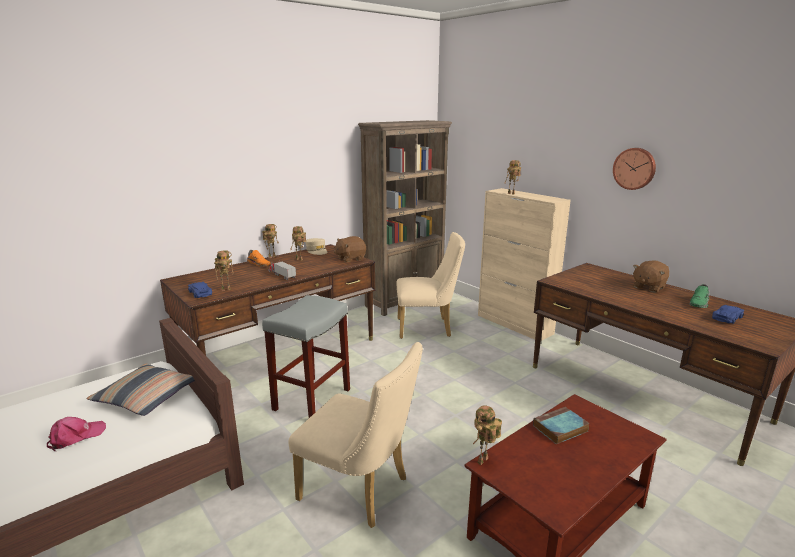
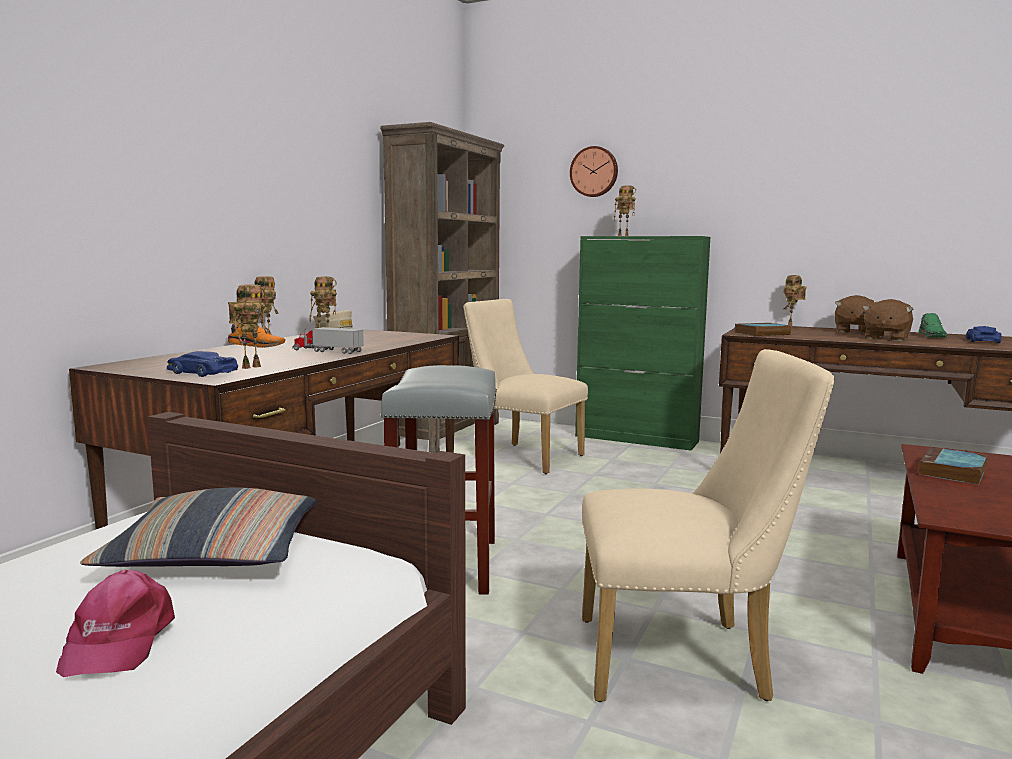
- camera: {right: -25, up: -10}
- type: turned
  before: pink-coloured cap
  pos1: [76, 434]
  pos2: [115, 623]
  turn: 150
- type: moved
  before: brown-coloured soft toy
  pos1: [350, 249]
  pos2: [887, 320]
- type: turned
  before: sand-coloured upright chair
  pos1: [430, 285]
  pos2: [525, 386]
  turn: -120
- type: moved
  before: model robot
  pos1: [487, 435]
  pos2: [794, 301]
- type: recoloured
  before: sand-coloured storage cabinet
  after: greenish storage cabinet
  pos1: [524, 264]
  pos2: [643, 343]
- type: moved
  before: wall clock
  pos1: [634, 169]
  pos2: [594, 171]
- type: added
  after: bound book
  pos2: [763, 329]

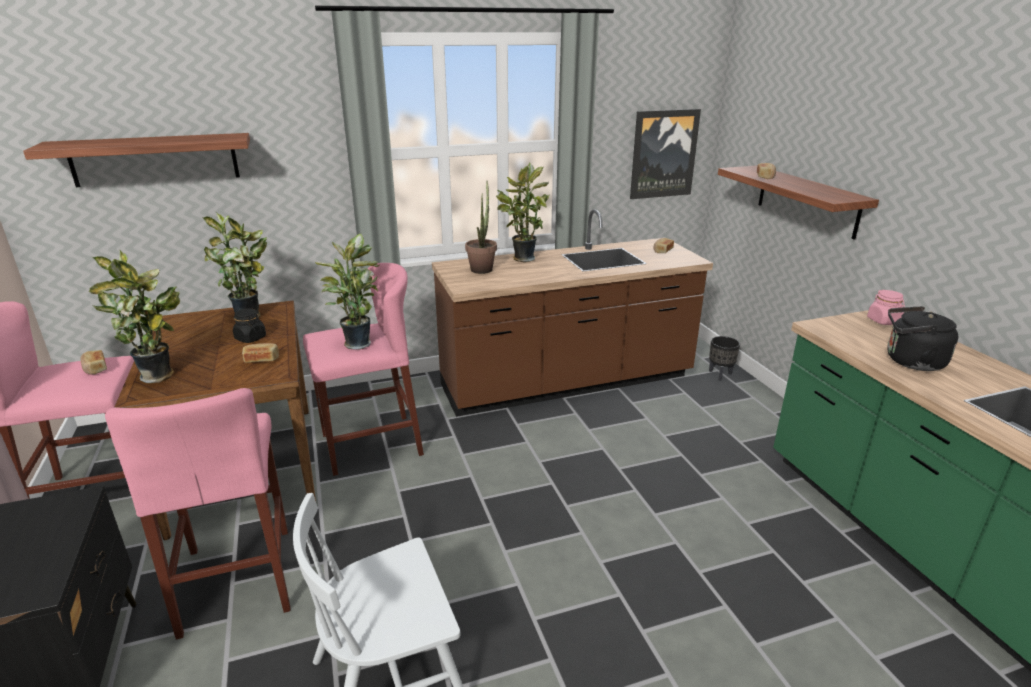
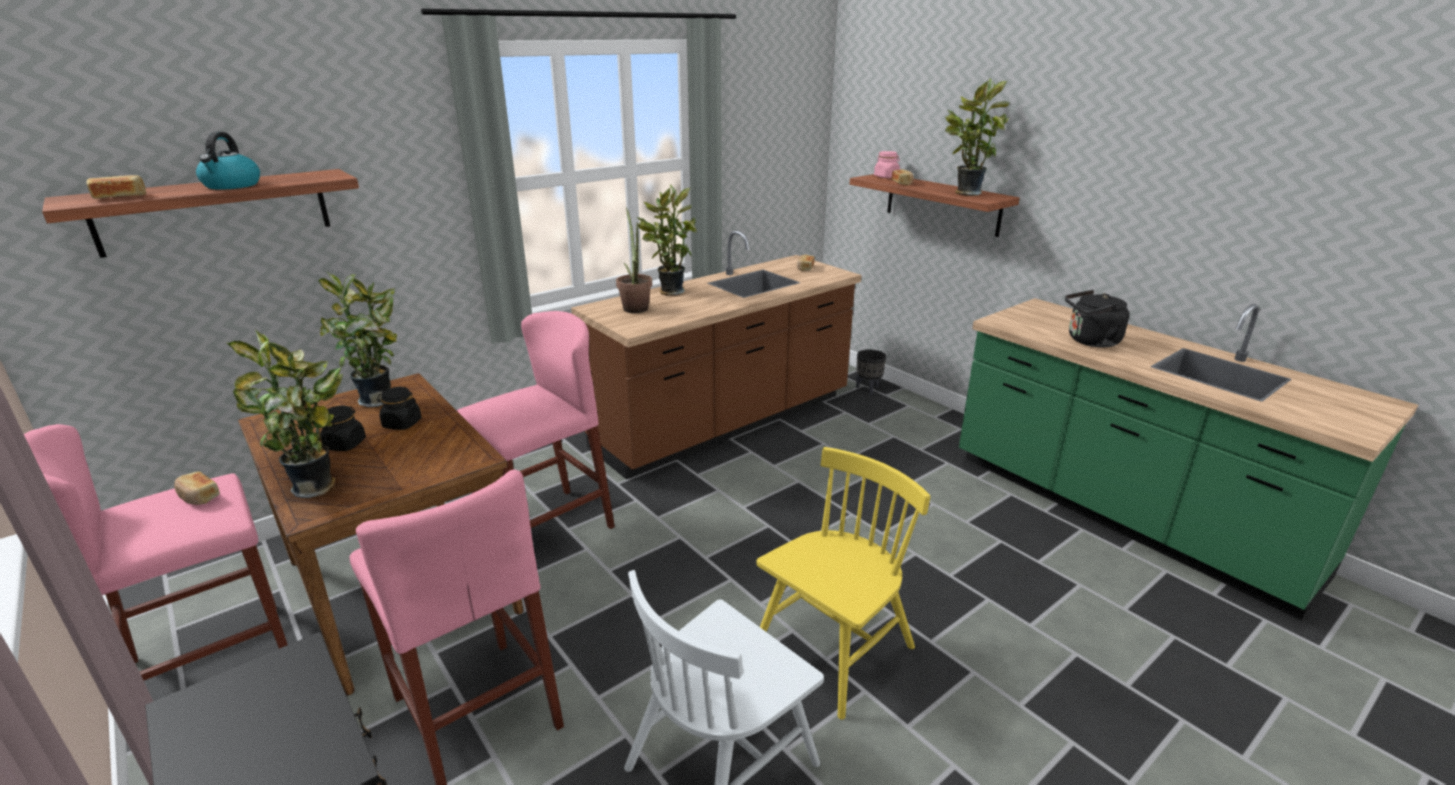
- camera: {right: -20, up: 0}
- type: moved
  before: bread
  pos1: [260, 353]
  pos2: [116, 187]
- type: moved
  before: potted plant
  pos1: [347, 292]
  pos2: [977, 137]
- type: removed
  before: wall art
  pos1: [665, 154]
- type: moved
  before: pink-coloured storage jar
  pos1: [886, 307]
  pos2: [887, 164]
- type: added
  after: water kettle
  pos2: [228, 161]
- type: added
  after: black-coloured storage jar
  pos2: [343, 428]
- type: added
  after: yellow-coloured upright chair
  pos2: [843, 583]

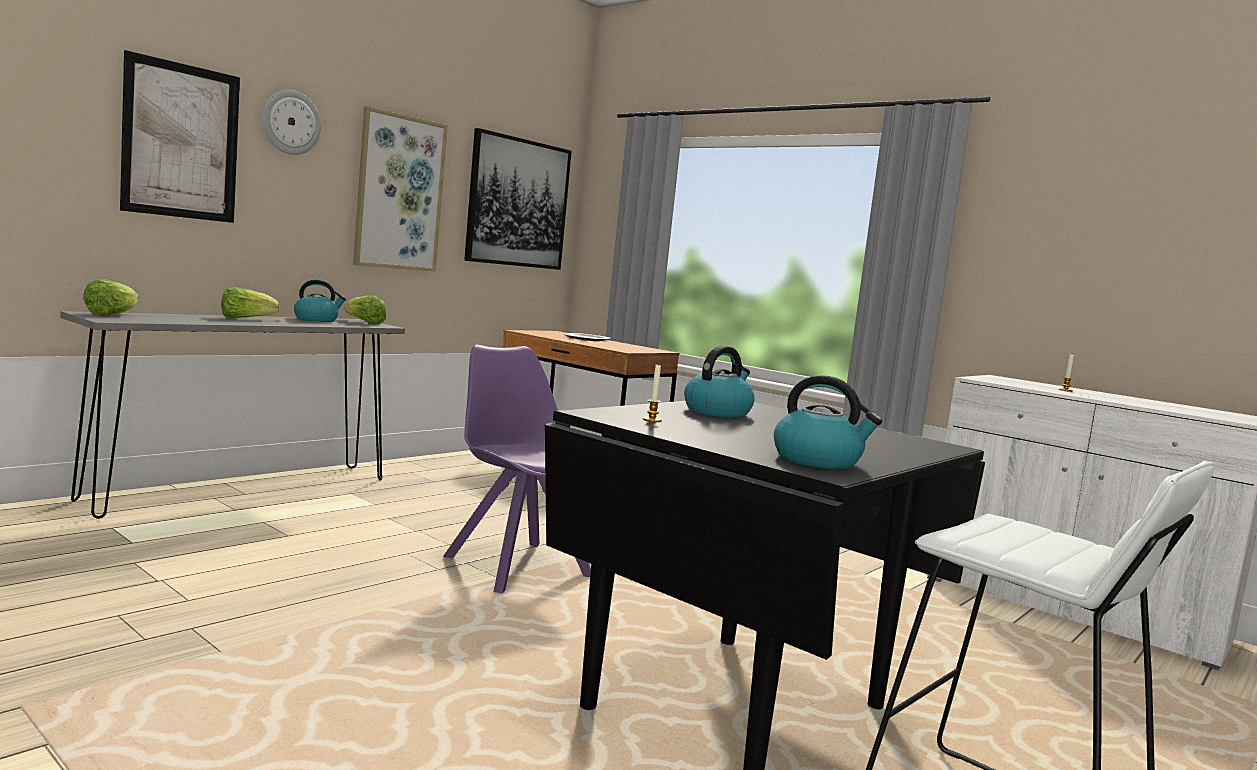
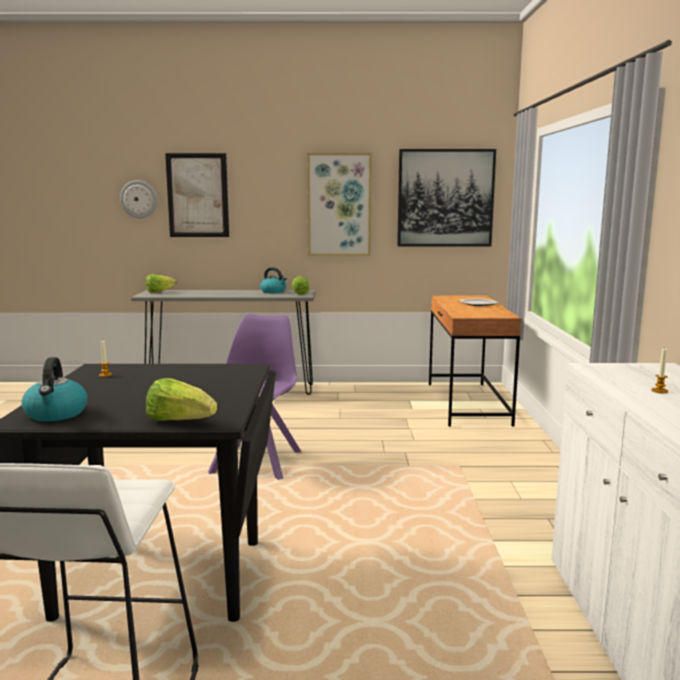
- camera: {right: 50, up: 5}
- type: moved
  before: head of lettuce
  pos1: [250, 303]
  pos2: [181, 399]
- type: moved
  before: wall clock
  pos1: [291, 122]
  pos2: [138, 199]
- type: removed
  before: water kettle
  pos1: [719, 382]

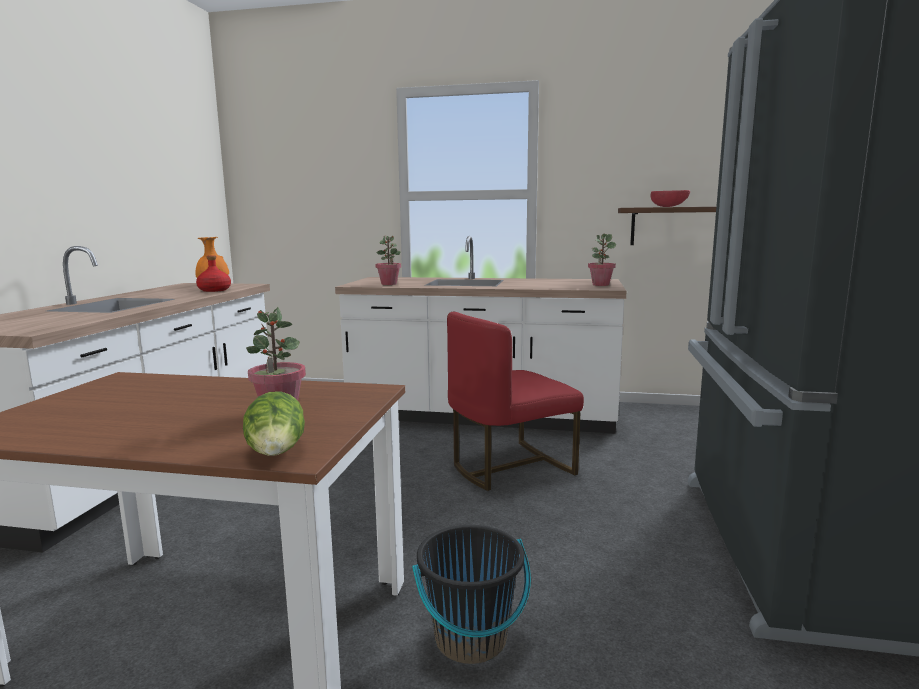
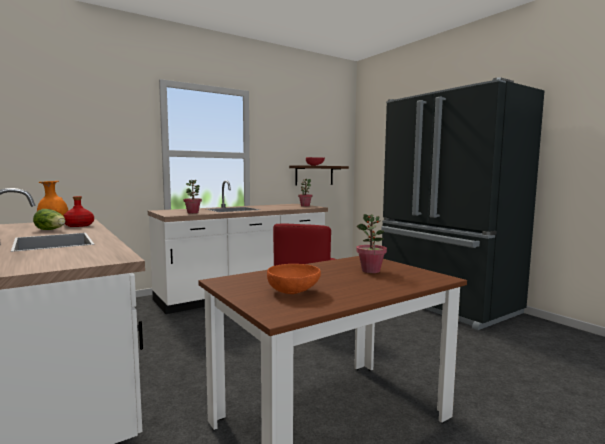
- camera: {right: -45, up: -5}
- type: moved
  before: head of lettuce
  pos1: [274, 423]
  pos2: [49, 219]
- type: removed
  before: black-coloured pail
  pos1: [471, 594]
- type: added
  after: orange bowl
  pos2: [294, 279]

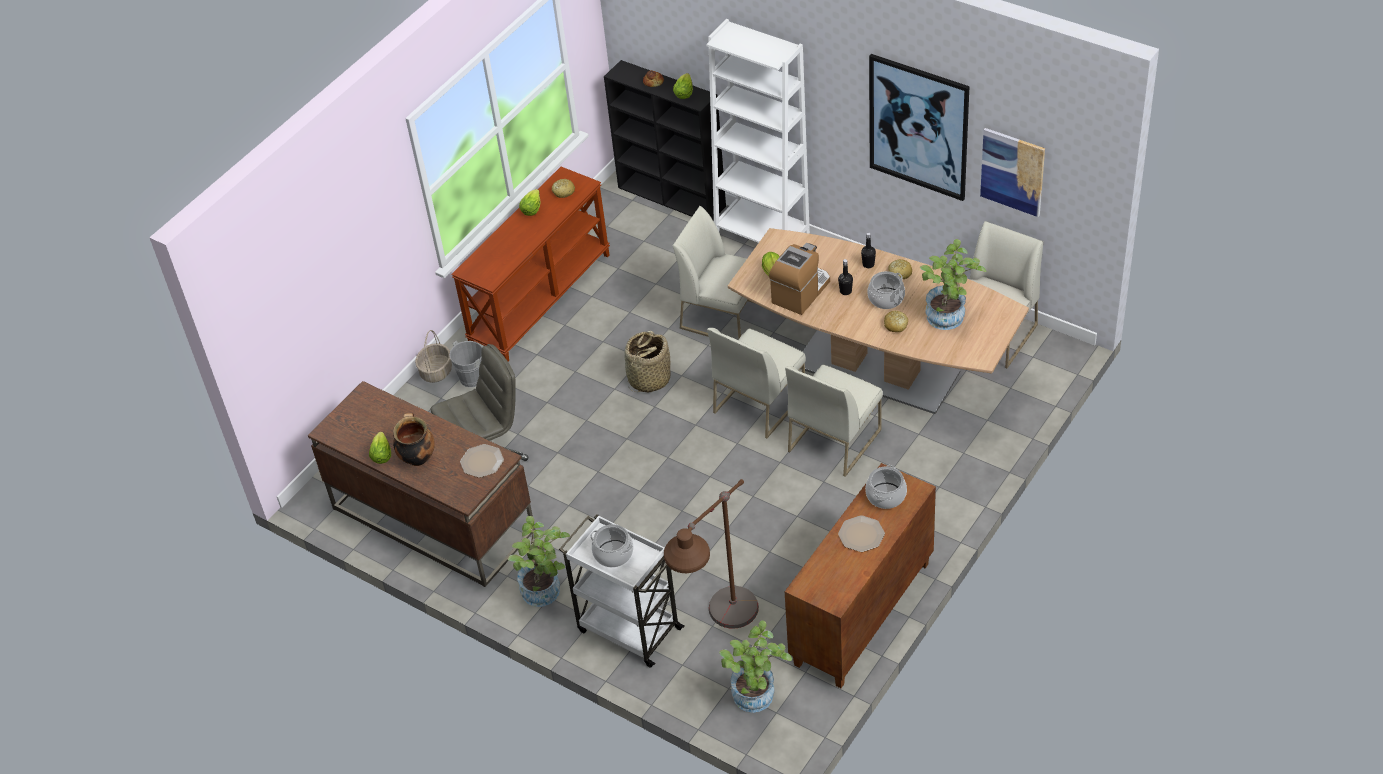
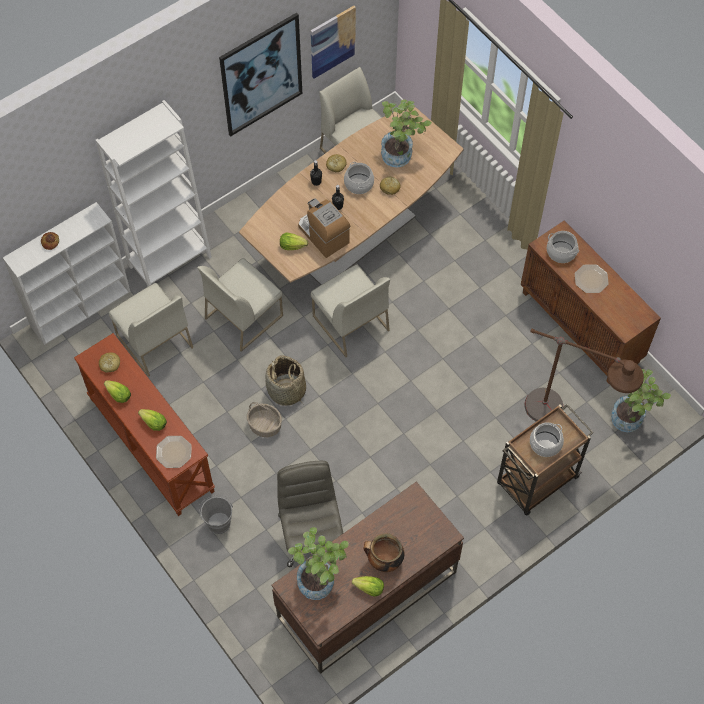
- camera: {right: -75, up: 15}
- type: moved
  before: basket
  pos1: [433, 356]
  pos2: [264, 419]
- type: moved
  before: dinner plate
  pos1: [482, 461]
  pos2: [174, 452]
- type: moved
  before: potted plant
  pos1: [538, 561]
  pos2: [318, 563]
- type: recoloured
  before: white-coloured trolley
  after: brown-coloured trolley
  pos1: [622, 591]
  pos2: [545, 459]
- type: recoloured
  before: black-coloured bookcase
  after: white-coloured bookcase
  pos1: [665, 140]
  pos2: [67, 273]
- type: moved
  before: head of lettuce
  pos1: [683, 86]
  pos2: [152, 420]
- type: moved
  before: white-coloured upright chair
  pos1: [834, 420]
  pos2: [151, 330]

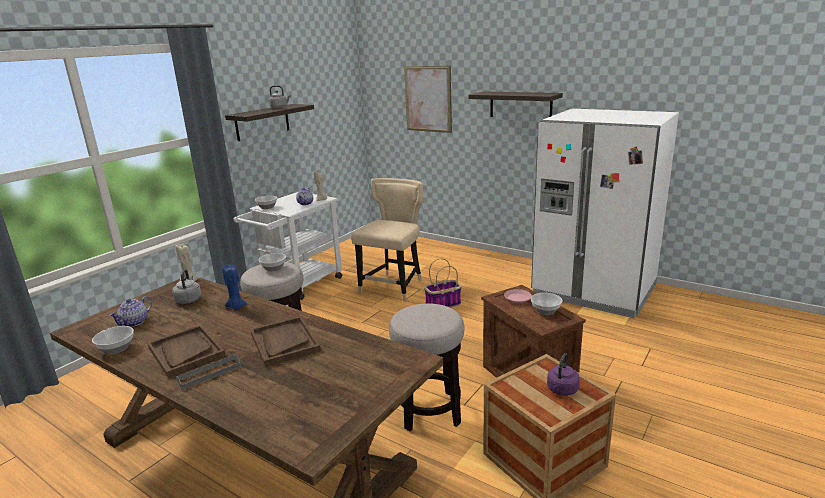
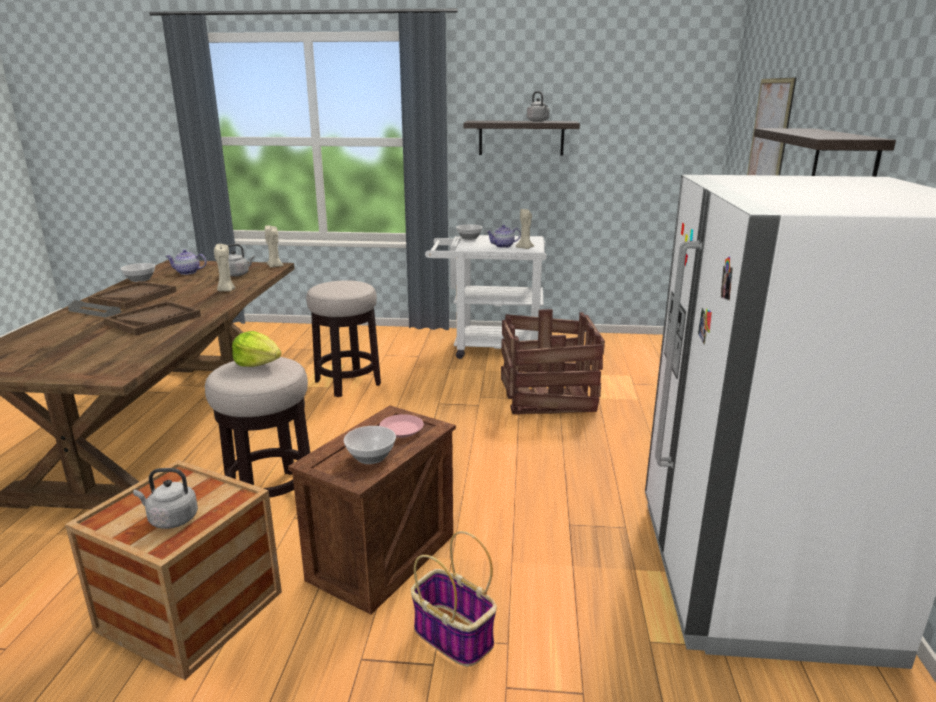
- camera: {right: 60, up: 0}
- type: recoloured
  before: blue-coloured wax candle
  after: sand-coloured wax candle
  pos1: [234, 287]
  pos2: [224, 268]
- type: removed
  before: bowl
  pos1: [272, 262]
- type: replaced
  before: sand-coloured upright chair
  after: shipping crate
  pos1: [387, 240]
  pos2: [553, 361]
- type: moved
  before: basket
  pos1: [443, 283]
  pos2: [454, 599]
- type: recoloured
  before: purplish water kettle
  after: gray water kettle
  pos1: [563, 374]
  pos2: [165, 498]
- type: added
  after: head of lettuce
  pos2: [256, 349]

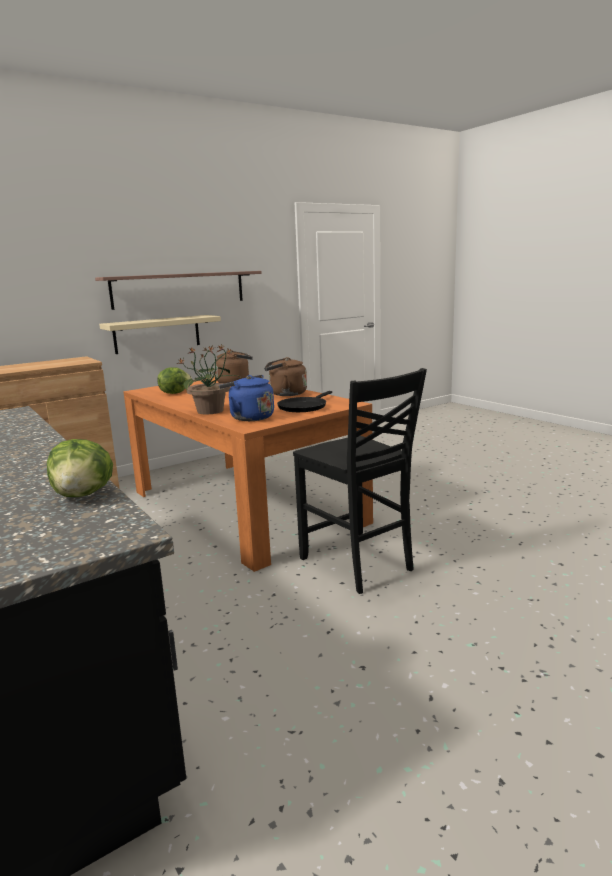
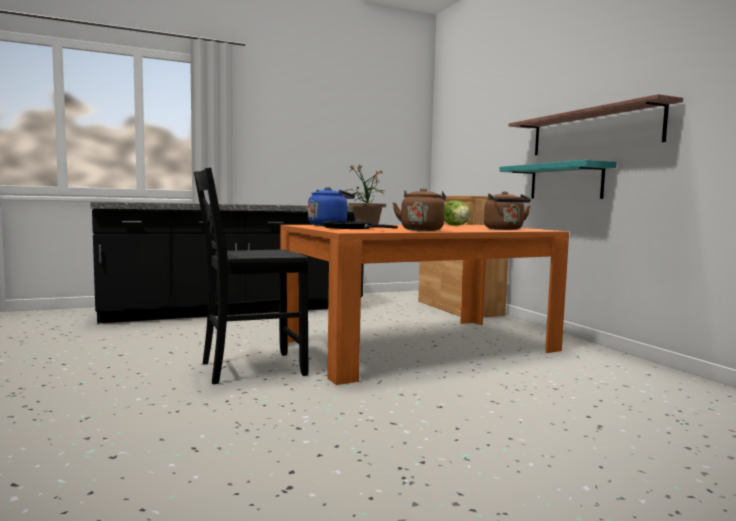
- camera: {right: 100, up: -10}
- type: removed
  before: head of lettuce
  pos1: [80, 468]
- type: recoloured
  before: sand-coloured wall shelf
  after: blue-green wall shelf
  pos1: [160, 334]
  pos2: [558, 179]

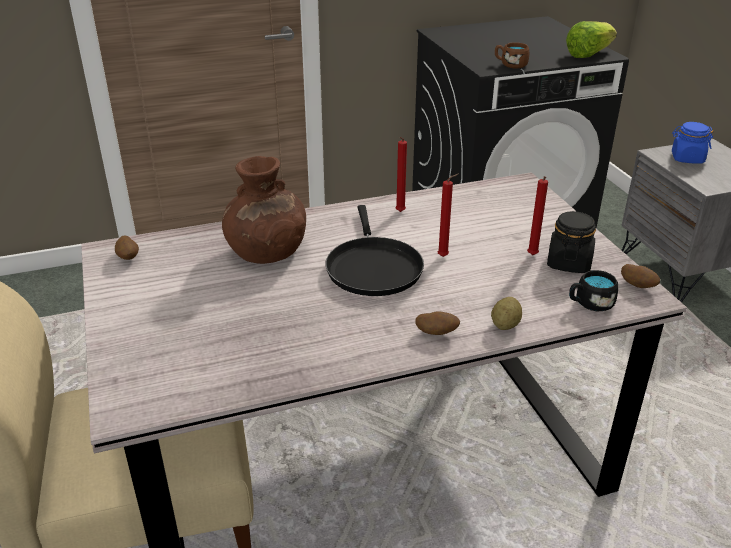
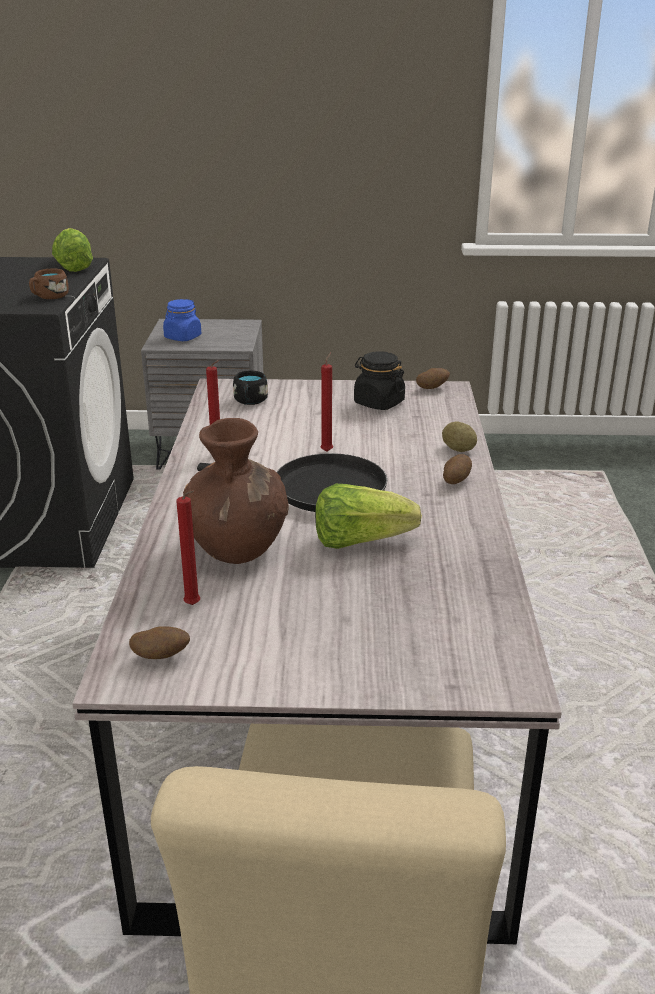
- camera: {right: -70, up: -5}
- type: moved
  before: red wax candle
  pos1: [537, 215]
  pos2: [188, 547]
- type: moved
  before: black-coloured mug
  pos1: [594, 290]
  pos2: [250, 387]
- type: added
  after: head of lettuce
  pos2: [368, 516]

